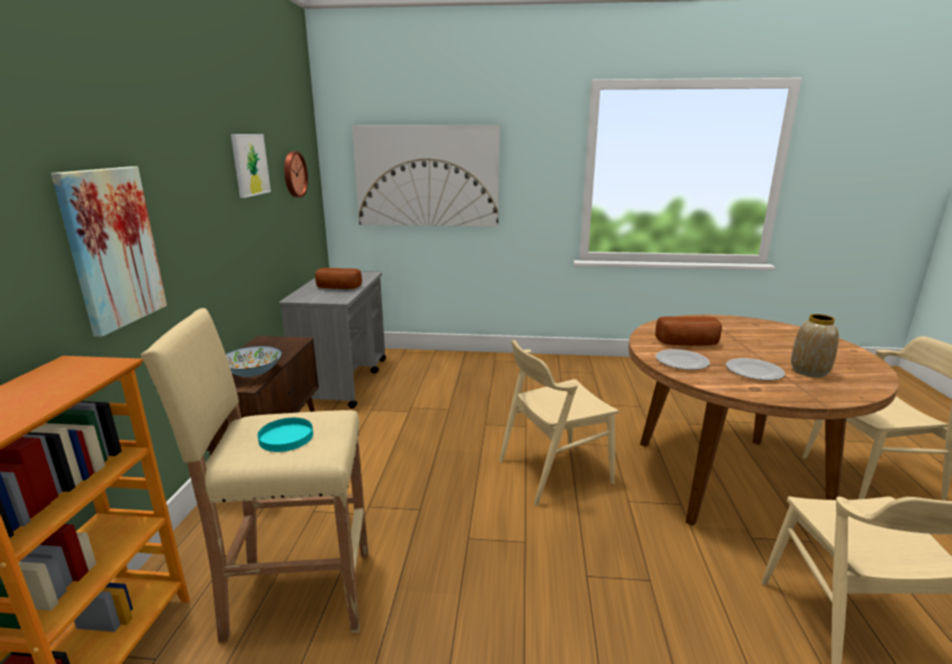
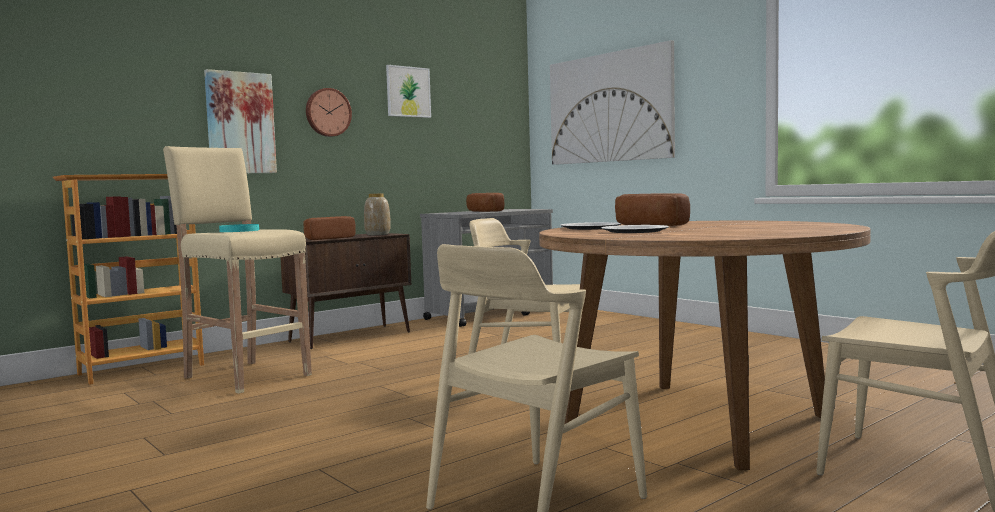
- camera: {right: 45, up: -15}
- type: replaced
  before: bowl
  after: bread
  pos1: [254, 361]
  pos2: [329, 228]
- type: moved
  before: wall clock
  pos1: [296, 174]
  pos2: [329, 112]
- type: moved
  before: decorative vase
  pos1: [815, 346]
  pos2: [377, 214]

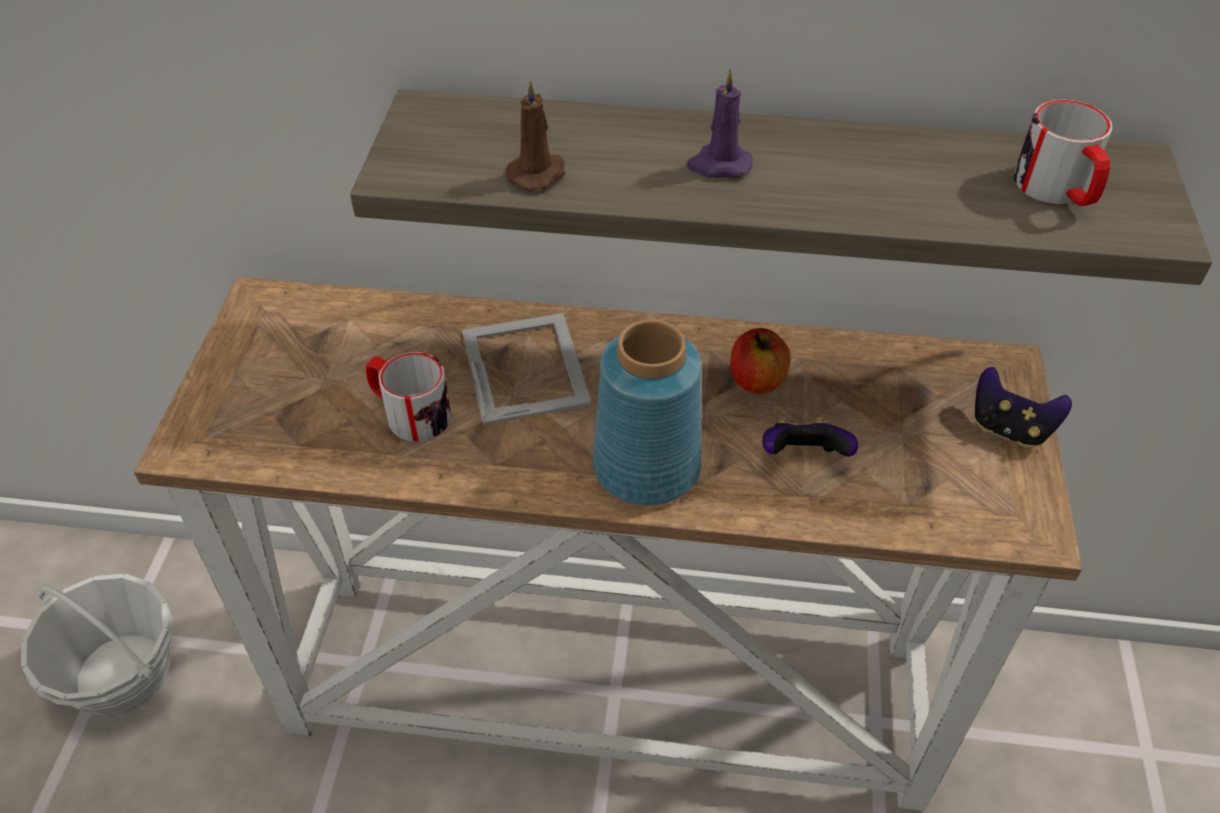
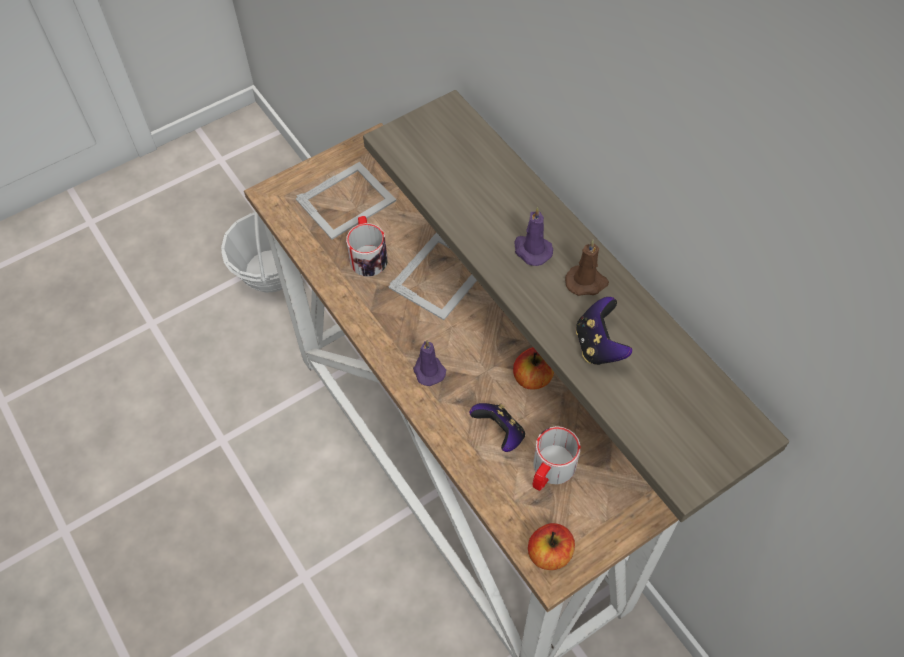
- camera: {right: 50, up: 10}
- type: moved
  before: brown-coloured wax candle
  pos1: [535, 135]
  pos2: [587, 268]
- type: replaced
  before: blue-coloured decorative vase
  after: purplish wax candle
  pos1: [647, 412]
  pos2: [429, 363]
- type: moved
  before: joypad
  pos1: [1023, 407]
  pos2: [604, 331]
- type: moved
  before: mug
  pos1: [1063, 153]
  pos2: [556, 458]
- type: added
  after: picture frame
  pos2: [346, 201]
- type: added
  after: whole apple
  pos2: [551, 546]

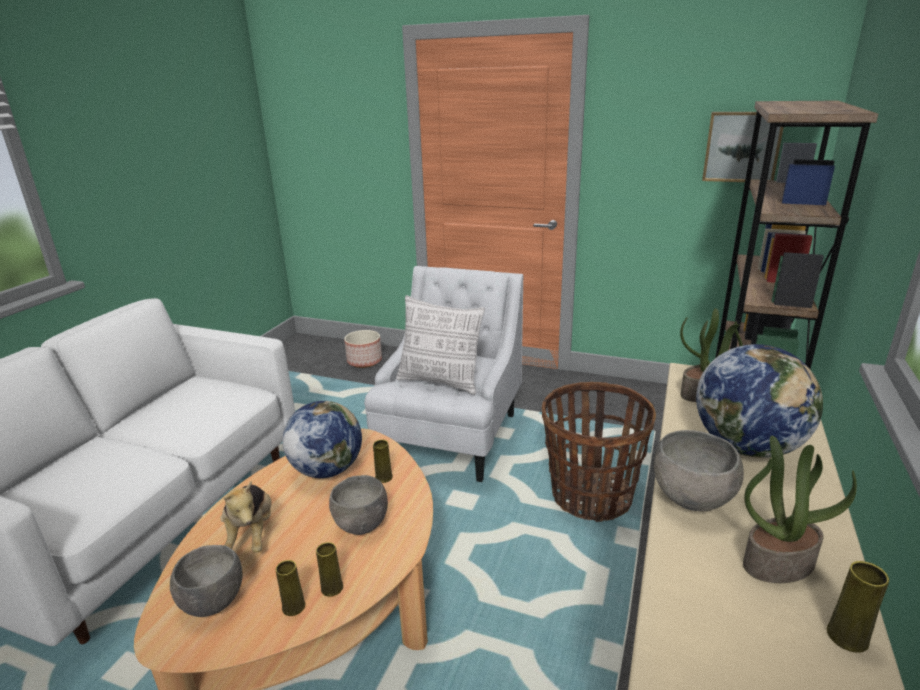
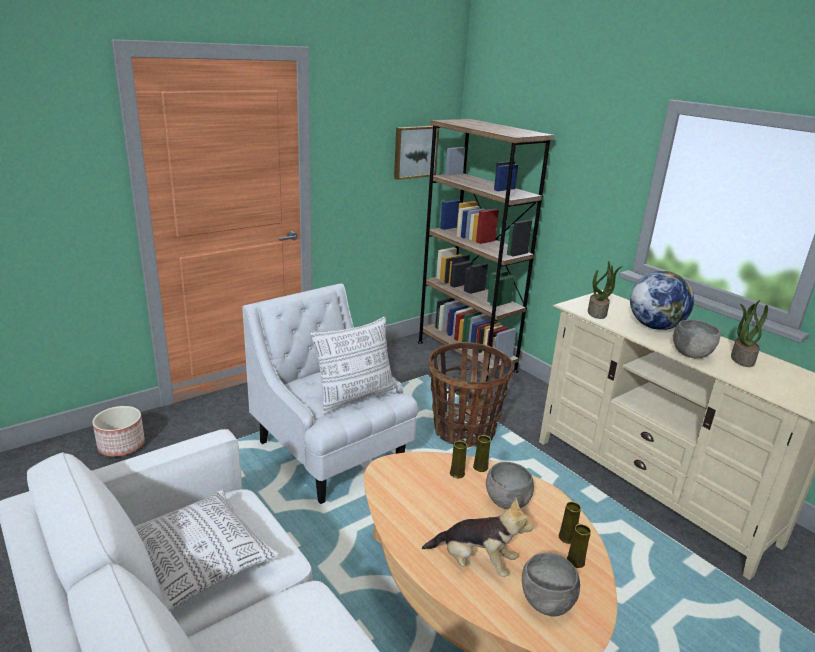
- camera: {right: -60, up: 0}
- type: removed
  before: world globe
  pos1: [322, 439]
- type: moved
  before: yellow-coloured decorative vase
  pos1: [858, 607]
  pos2: [482, 453]
- type: added
  after: cushion
  pos2: [207, 550]

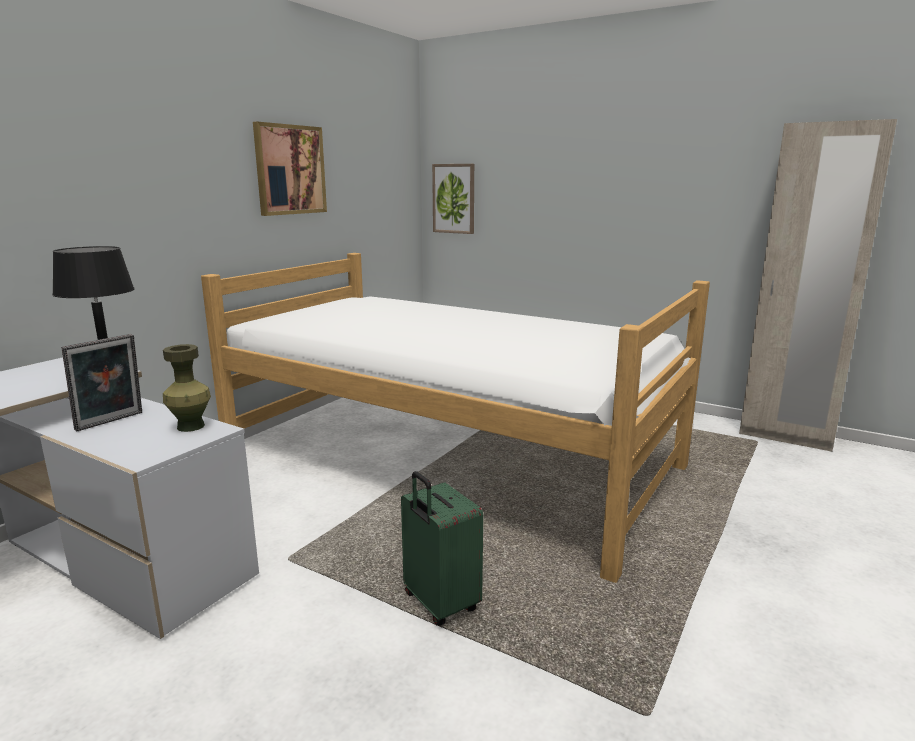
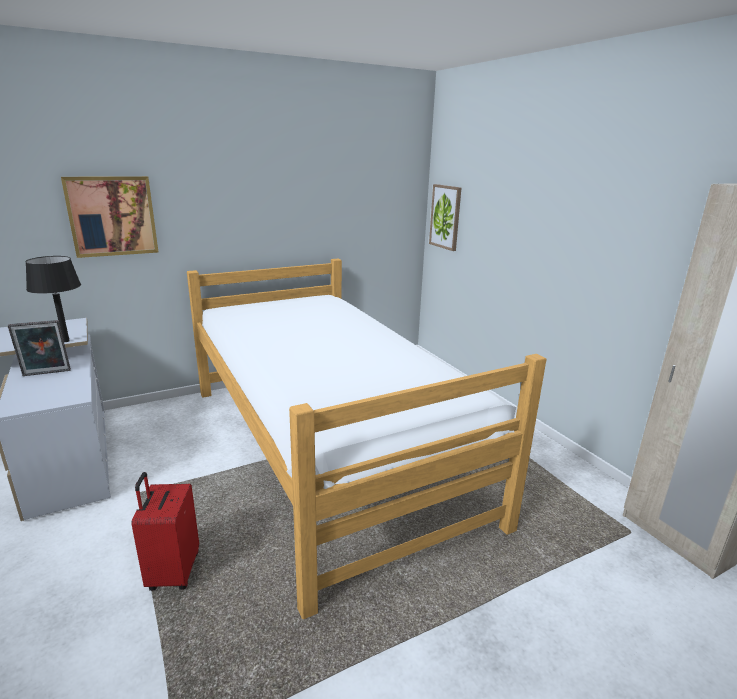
- camera: {right: 30, up: 5}
- type: removed
  before: greenish decorative vase
  pos1: [187, 388]
- type: moved
  before: wall art
  pos1: [290, 169]
  pos2: [110, 217]
- type: recoloured
  before: greenish travel case
  after: red travel case
  pos1: [442, 548]
  pos2: [165, 531]

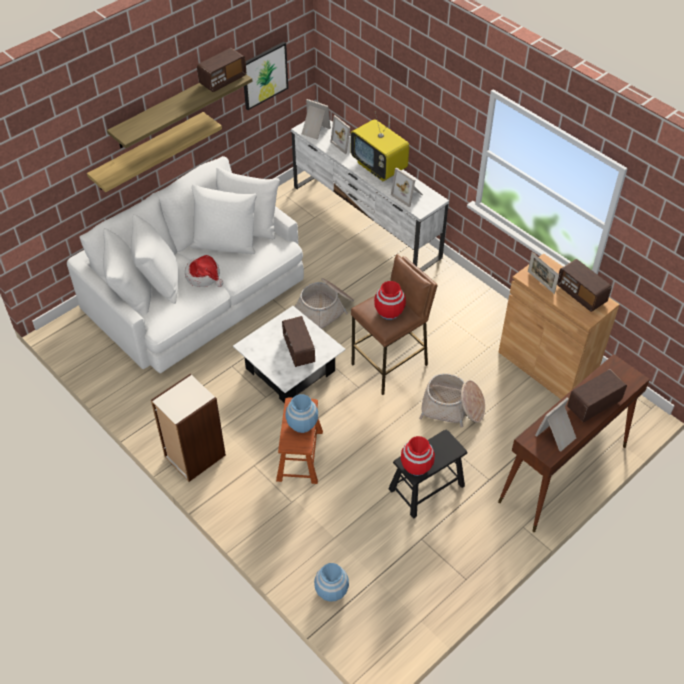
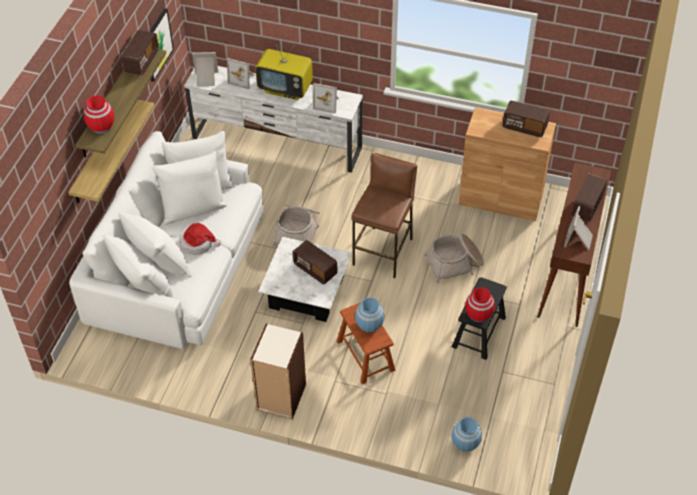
- camera: {right: -30, up: 0}
- type: moved
  before: red decorative vase
  pos1: [390, 300]
  pos2: [99, 114]
- type: removed
  before: picture frame
  pos1: [543, 273]

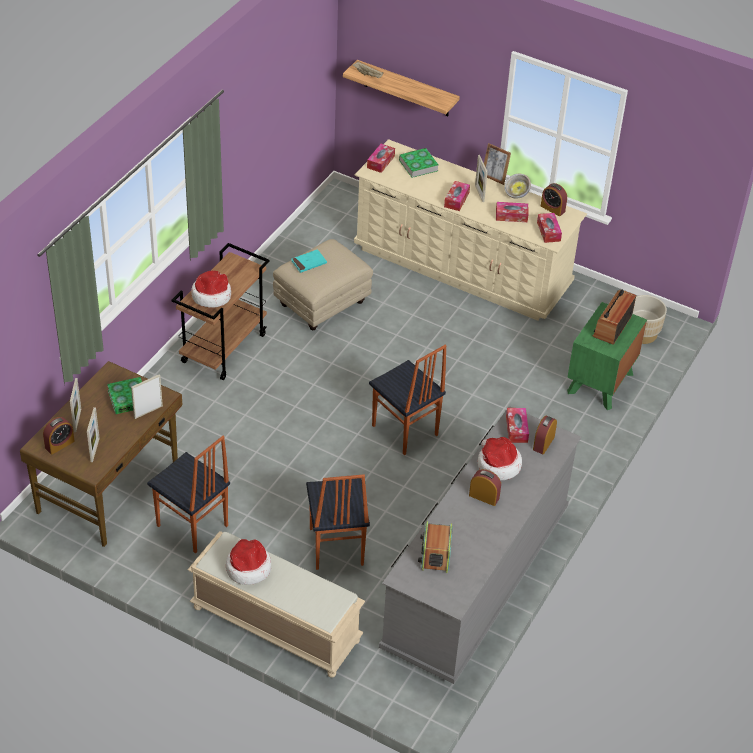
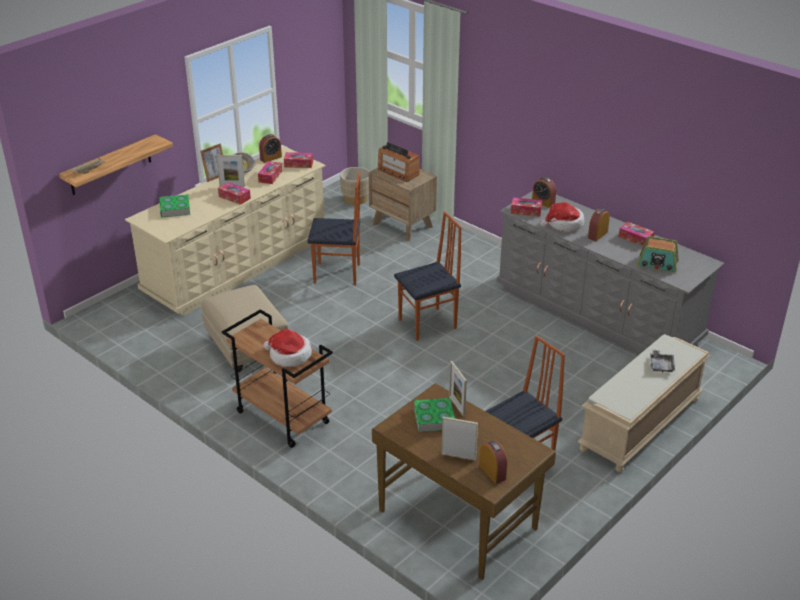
- camera: {right: -75, up: -10}
- type: removed
  before: picture frame
  pos1: [93, 434]
- type: removed
  before: hat
  pos1: [248, 562]
- type: removed
  before: blue-green bound book
  pos1: [309, 261]
- type: moved
  before: upright chair
  pos1: [338, 522]
  pos2: [333, 228]
- type: moved
  before: tissue box
  pos1: [381, 158]
  pos2: [637, 234]
- type: recoloured
  before: greenish bedside table
  after: brown-coloured bedside table
  pos1: [607, 356]
  pos2: [403, 204]
- type: added
  after: gray tray
  pos2: [662, 361]

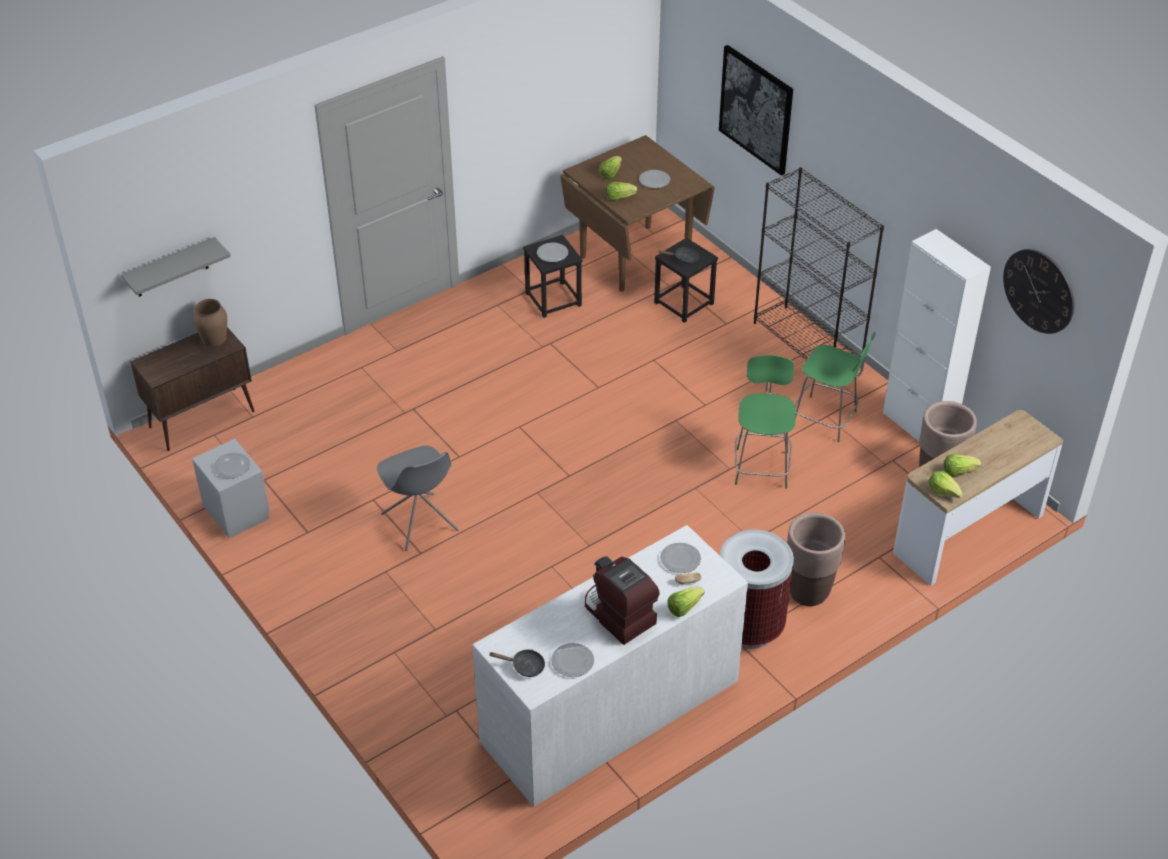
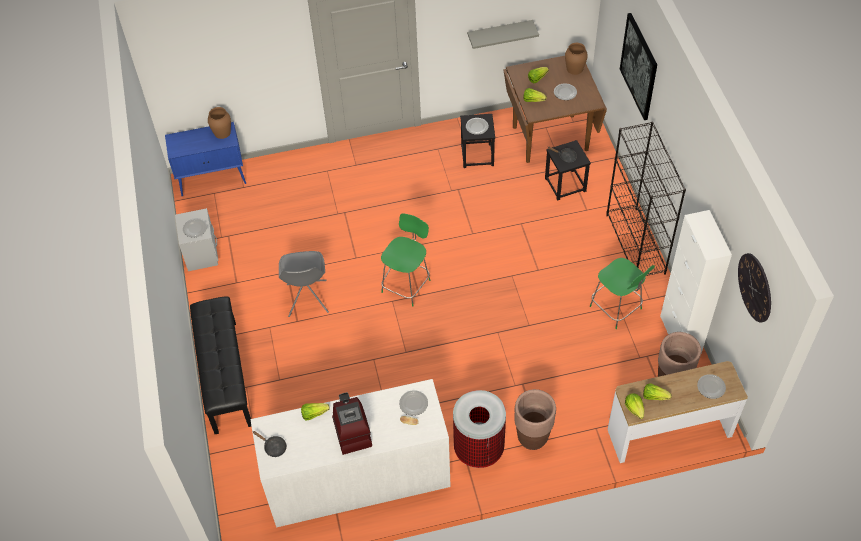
- camera: {right: 25, up: 10}
- type: moved
  before: gray wall shelf
  pos1: [176, 267]
  pos2: [503, 34]
- type: recoloured
  before: brown-coloured storage cabinet
  after: blue-coloured storage cabinet
  pos1: [192, 389]
  pos2: [205, 159]
- type: moved
  before: dinner plate
  pos1: [572, 660]
  pos2: [711, 386]
- type: moved
  before: head of lettuce
  pos1: [686, 602]
  pos2: [315, 411]
- type: moved
  before: greenish upright chair
  pos1: [765, 422]
  pos2: [405, 259]
- type: added
  after: black-coloured long seat
  pos2: [221, 365]
- type: added
  after: brown-coloured decorative vase
  pos2: [576, 59]

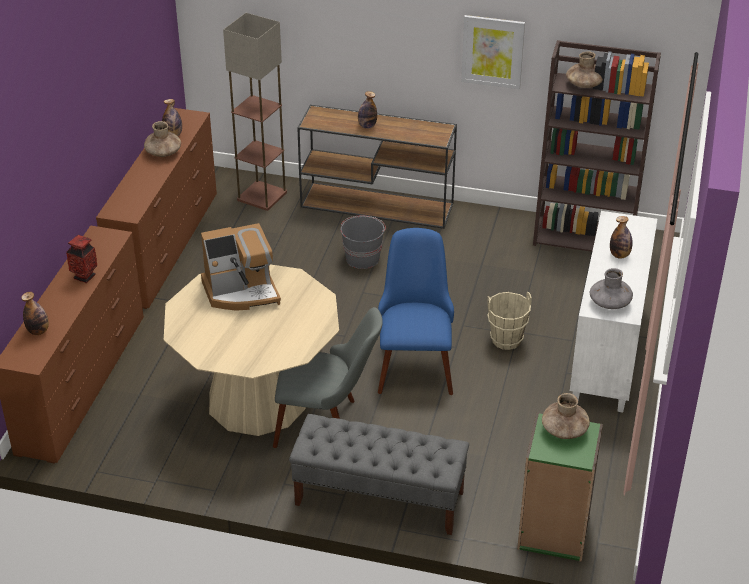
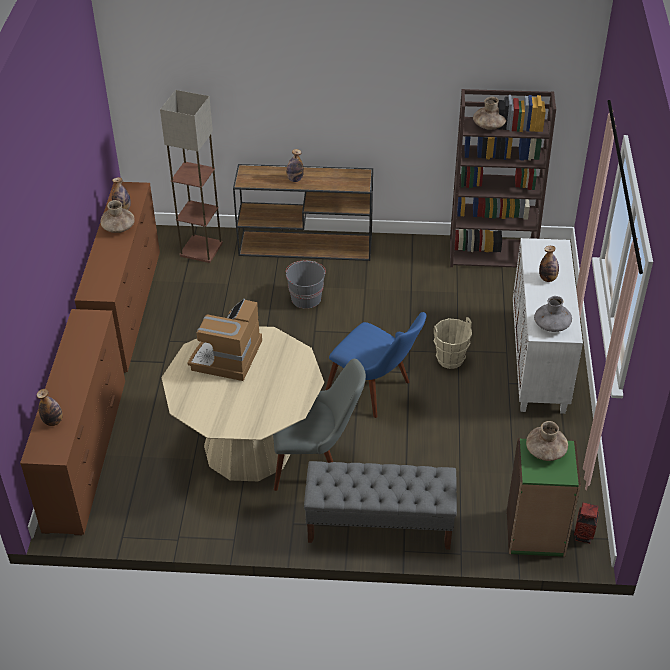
- camera: {right: -10, up: 5}
- type: moved
  before: decorative vase
  pos1: [81, 259]
  pos2: [586, 523]
- type: turned
  before: coffee maker
  pos1: [241, 267]
  pos2: [224, 340]
  turn: 135
- type: turned
  before: blue-coloured upright chair
  pos1: [416, 311]
  pos2: [376, 365]
  turn: 135
- type: removed
  before: wall art
  pos1: [493, 52]

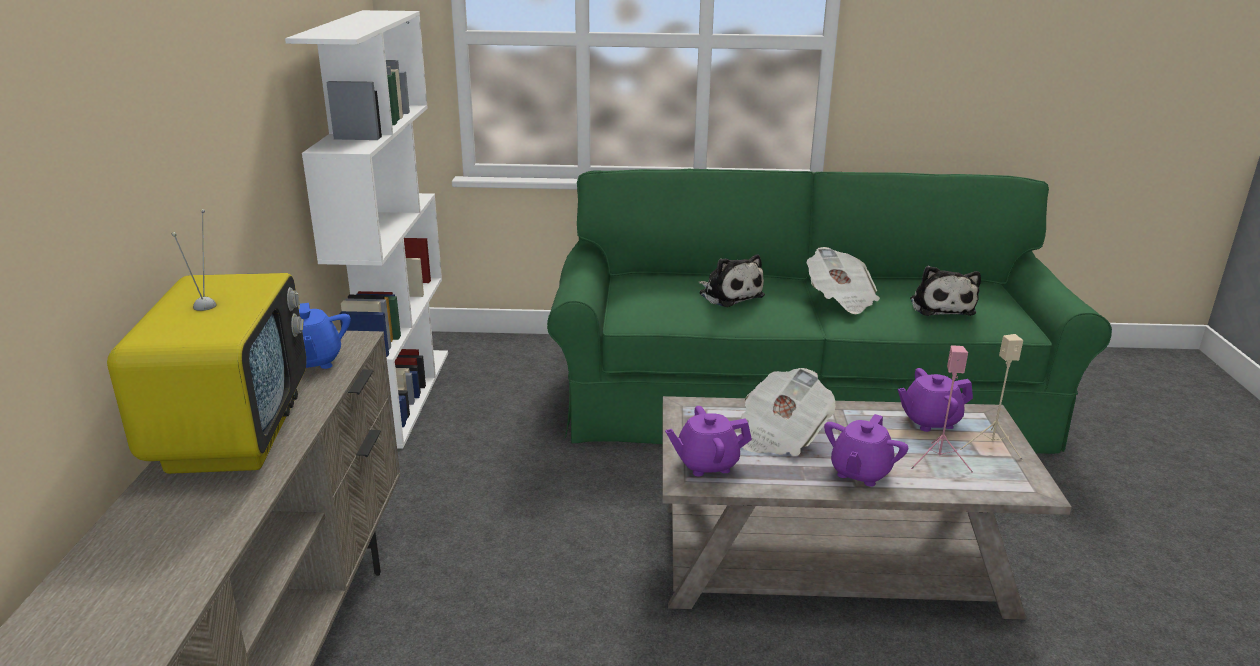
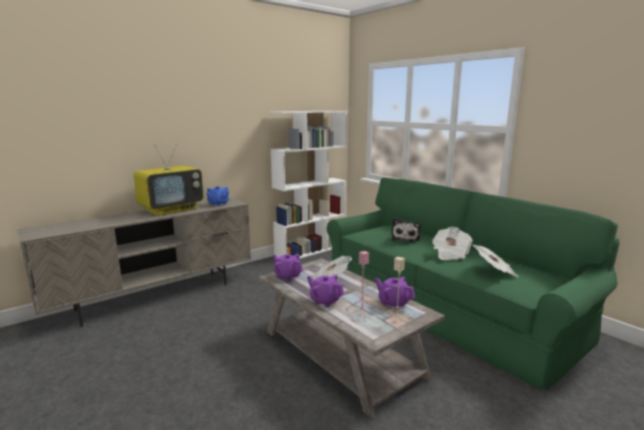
- camera: {right: 50, up: -10}
- type: turned
  before: purplish teapot
  pos1: [866, 450]
  pos2: [325, 290]
  turn: 45
- type: replaced
  before: soft toy
  after: daily paper
  pos1: [945, 291]
  pos2: [496, 261]

